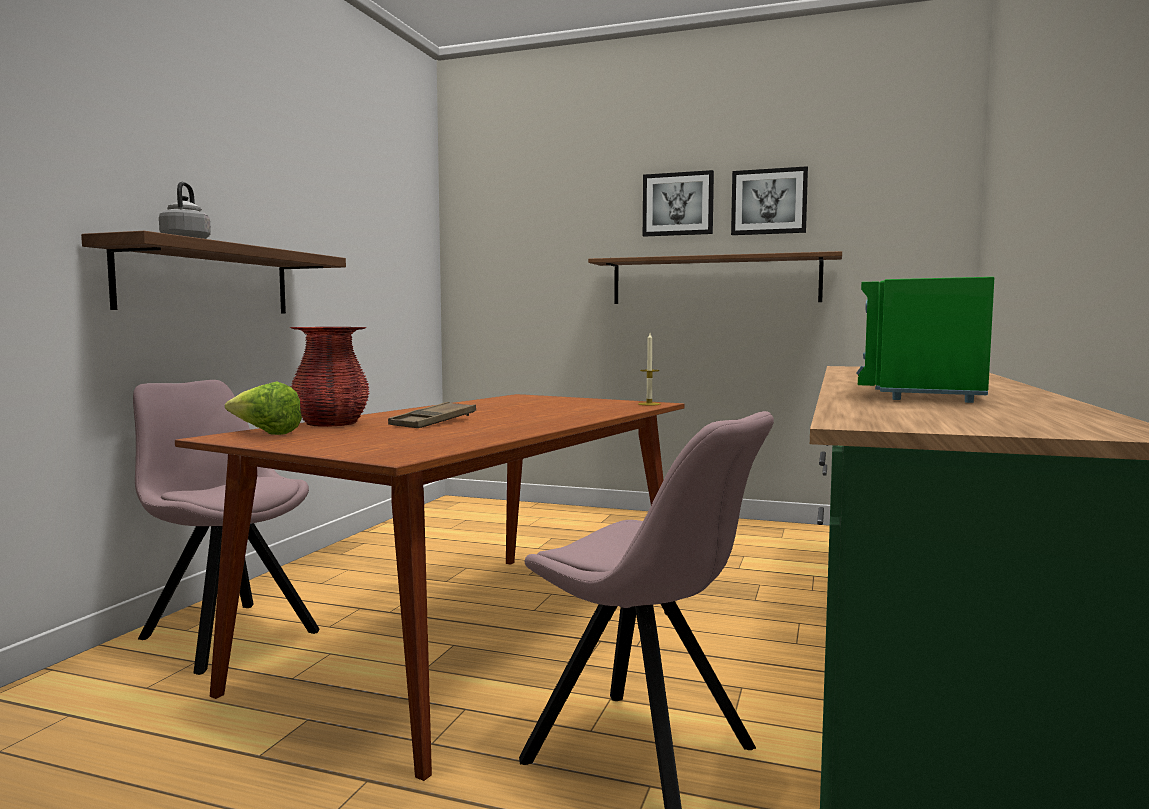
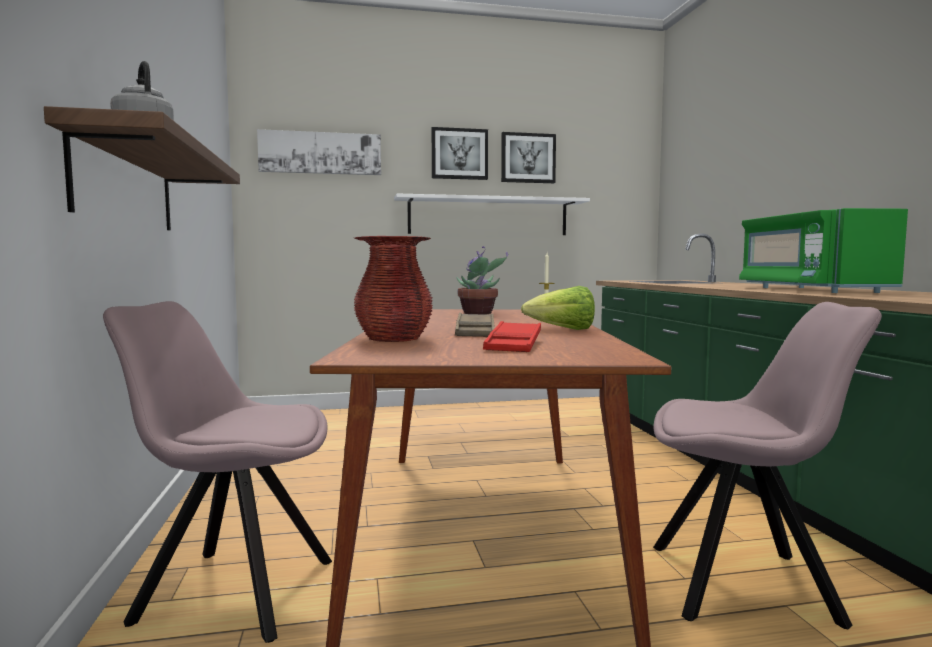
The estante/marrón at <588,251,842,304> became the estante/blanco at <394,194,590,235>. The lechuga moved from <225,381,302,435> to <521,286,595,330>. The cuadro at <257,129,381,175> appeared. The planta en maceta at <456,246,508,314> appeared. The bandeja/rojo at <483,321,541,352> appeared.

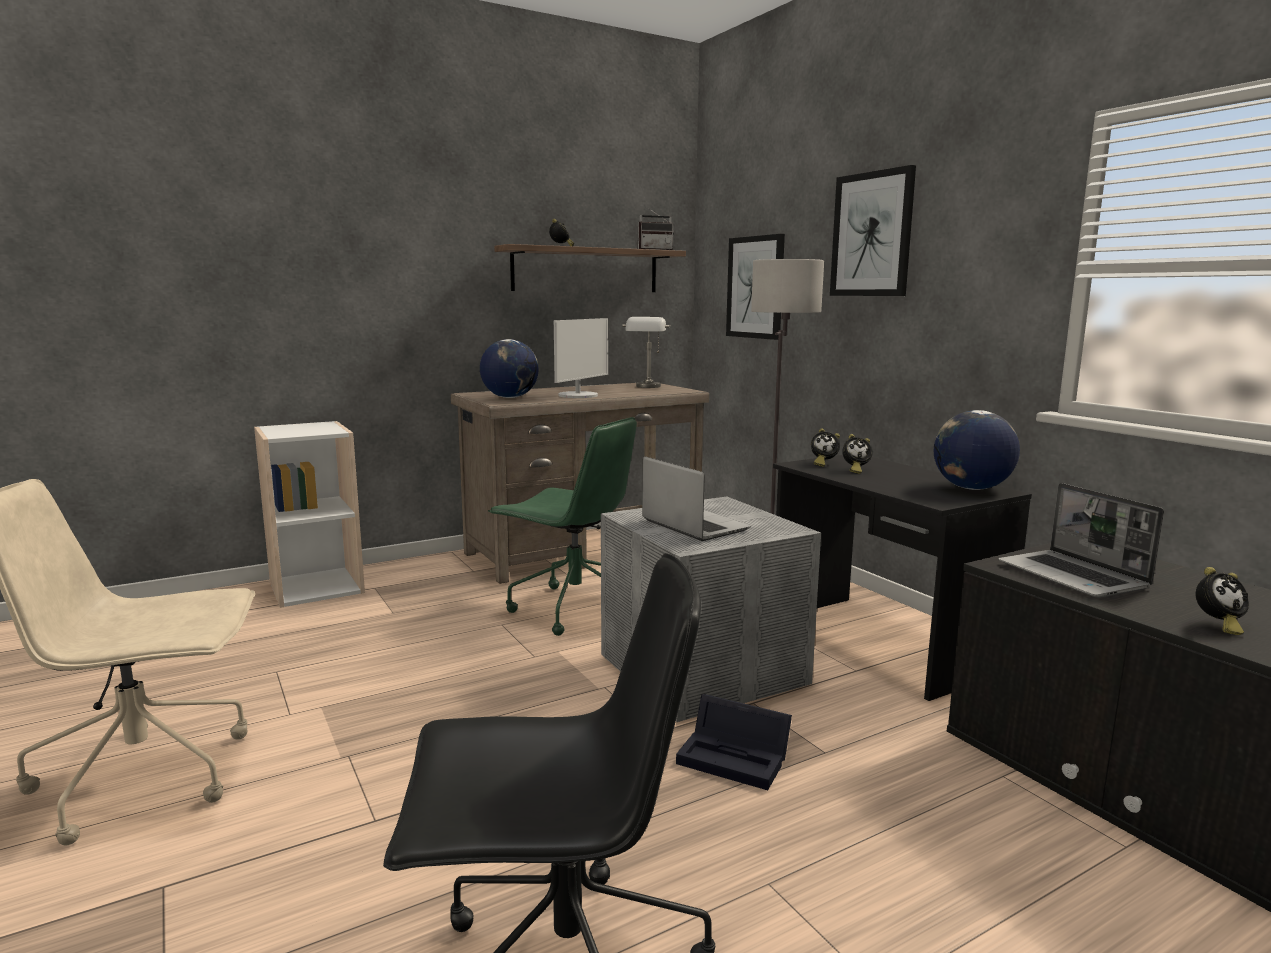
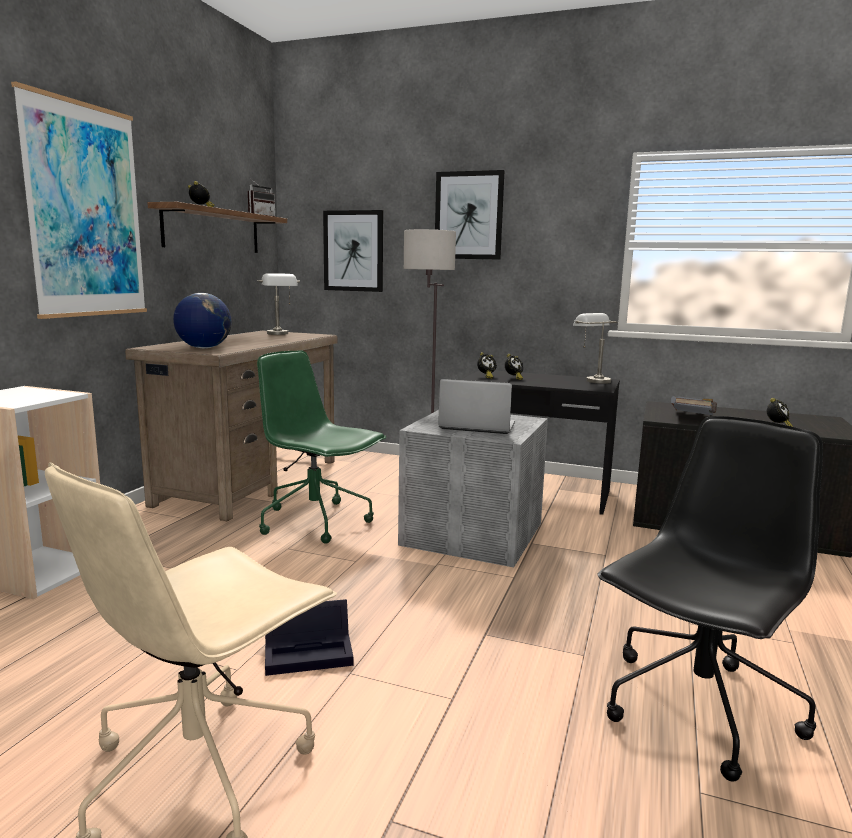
The monitor at <554,318,608,398> disappeared. The globo terráqueo at <934,410,1020,490> was replaced by the lámpara de mesa/gris at <573,313,618,384>. The silla de oficina/verde at <488,417,637,636> turned 135 degrees counterclockwise. The portátil at <999,483,1164,598> was replaced by the libro/gris at <671,396,717,415>. The caja de almacenaje/negro moved from <676,694,792,790> to <265,599,353,676>. The cuadro at <11,81,147,319> appeared.

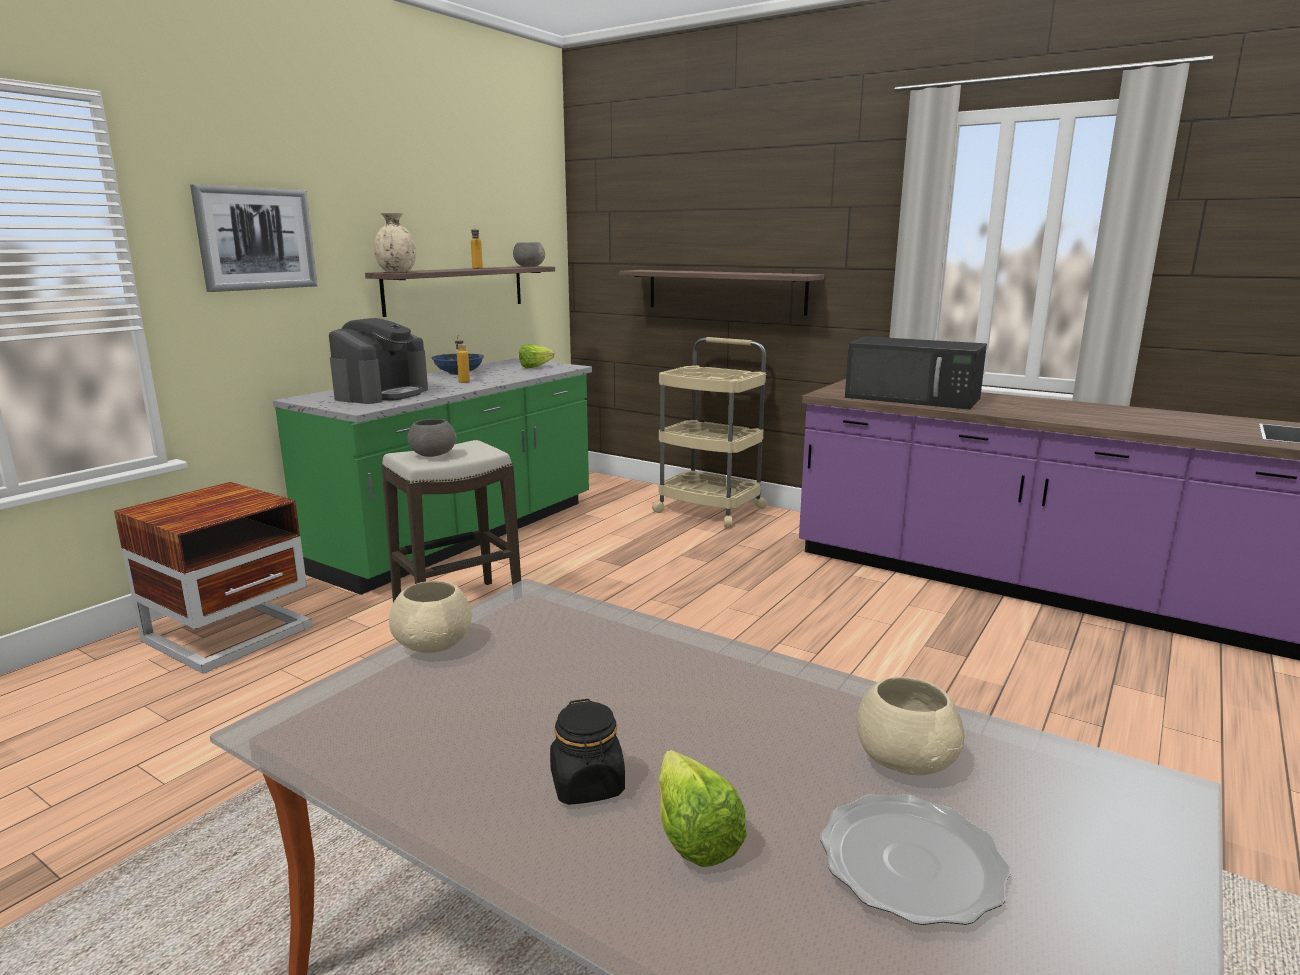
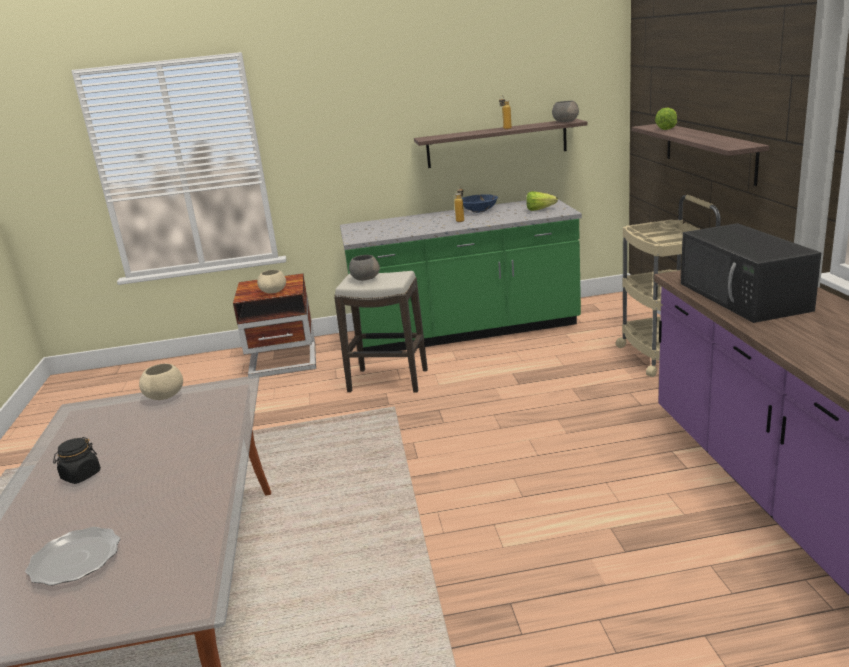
The cuadro at <190,184,318,292> disappeared. The florero/beis at <374,213,416,272> disappeared. The cafetera at <329,318,428,404> disappeared. The cuenco/beis moved from <856,677,964,775> to <257,270,286,294>. The lechuga moved from <659,750,747,867> to <655,108,677,130>.

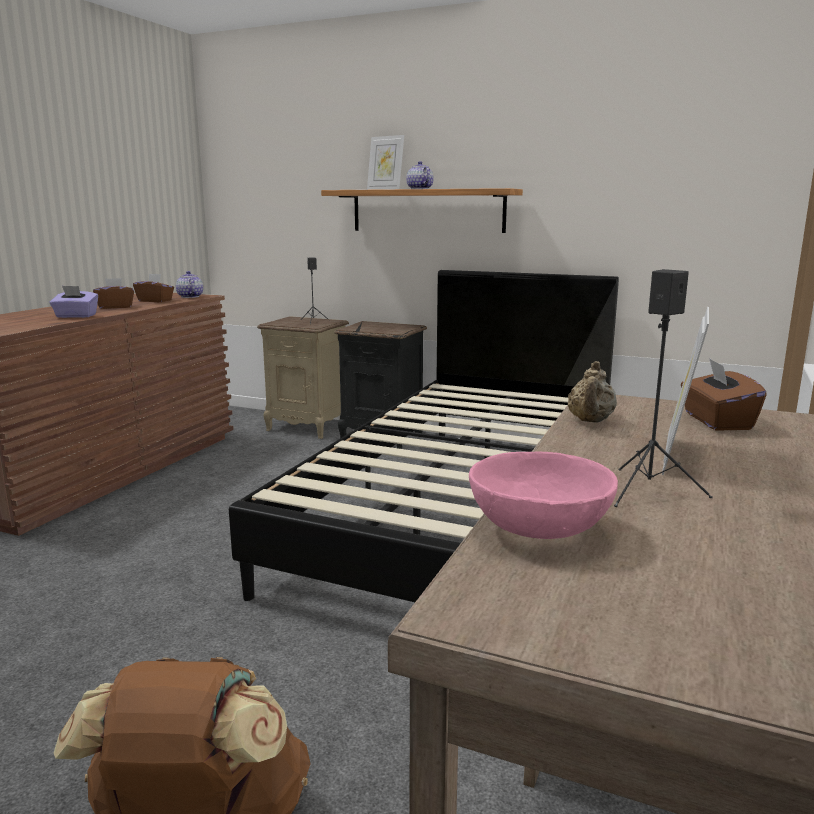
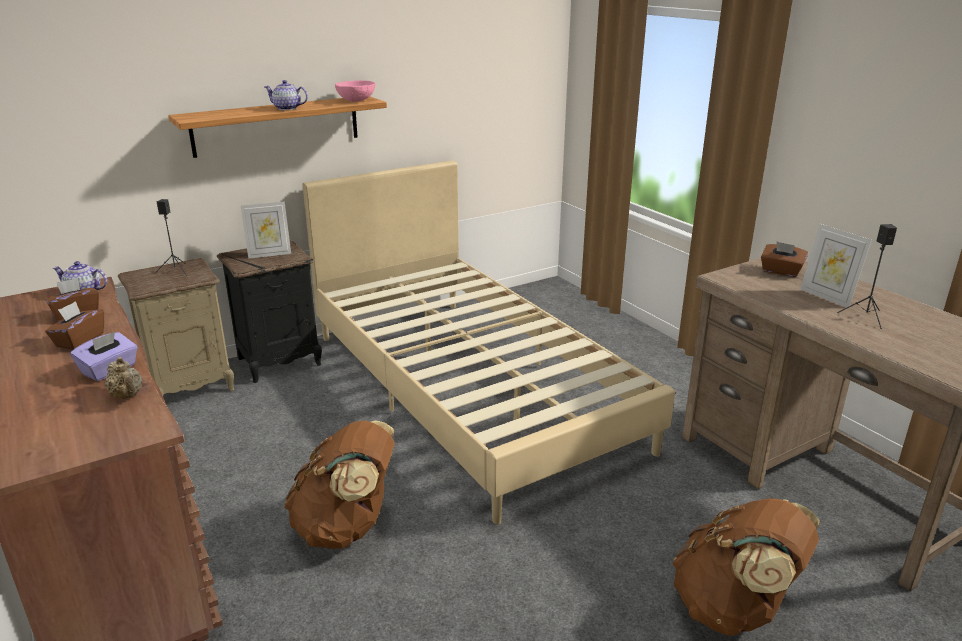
The portarretratos moved from <367,135,404,190> to <241,201,291,259>. The cama/negro at <229,270,619,602> became the cama/beis at <303,160,675,525>. The tetera/beis moved from <568,361,617,423> to <105,357,142,399>. The cuenco/rosa moved from <469,452,618,539> to <335,80,376,102>. The mochila/marrón at <284,420,395,549> appeared.

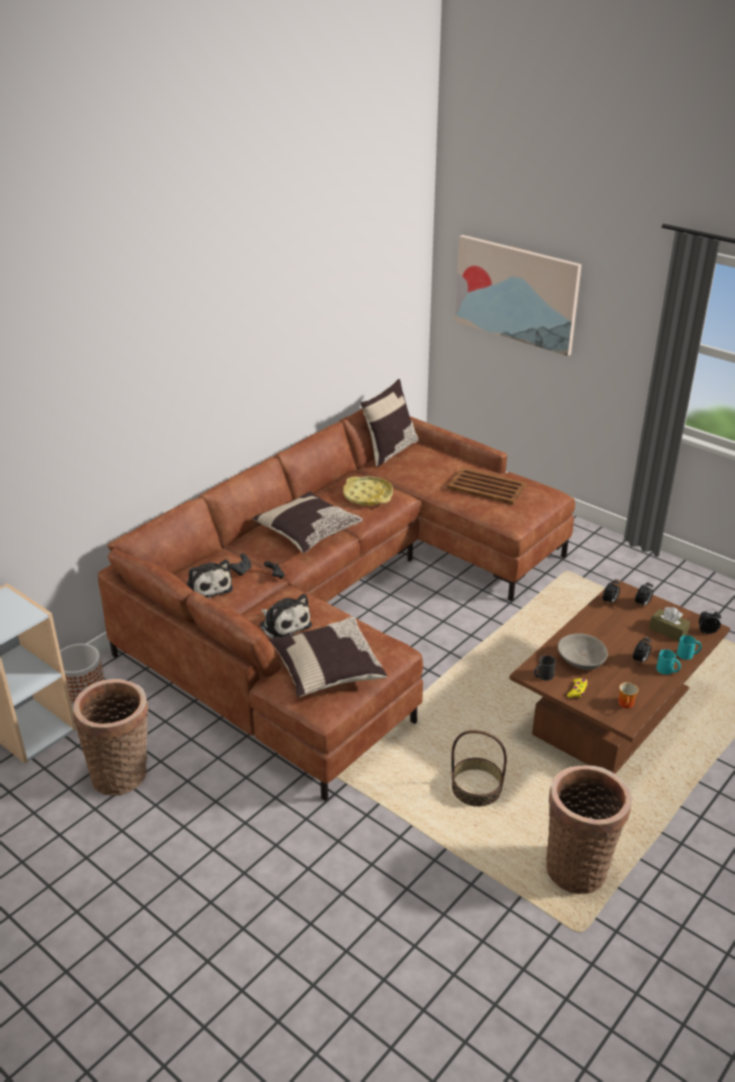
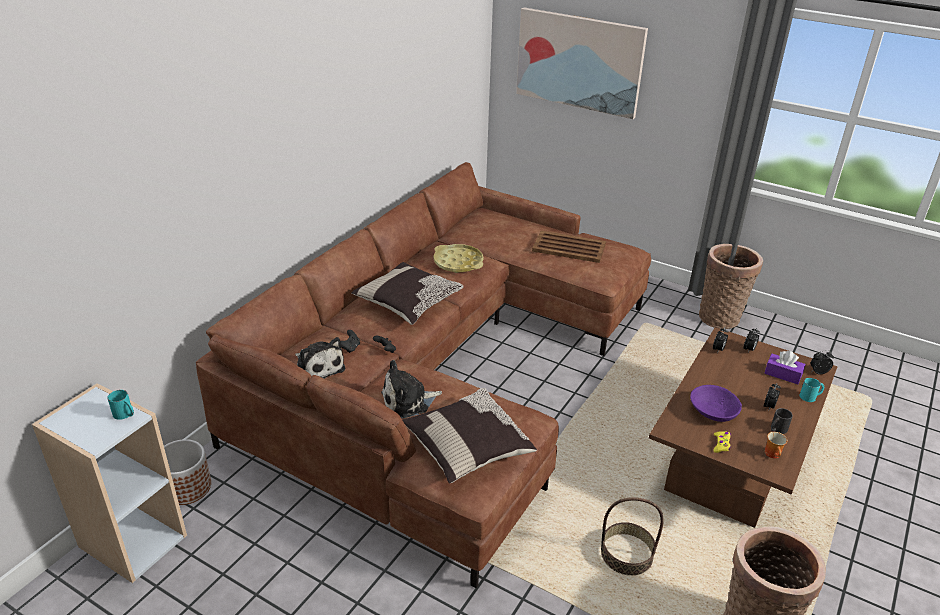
The cojín at <361,379,418,467> disappeared. The peluche at <260,594,312,638> turned 120 degrees clockwise. The caja de pañuelos/marrón at <649,607,690,641> became the caja de pañuelos/morado at <764,351,805,384>. The cuenco/gris at <558,633,608,670> became the cuenco/morado at <690,385,742,422>. The taza grande/turquesa moved from <656,649,681,675> to <107,390,134,420>. The taza grande/negro moved from <534,655,556,681> to <771,408,793,434>. The cesta moved from <73,679,149,796> to <699,244,763,329>.

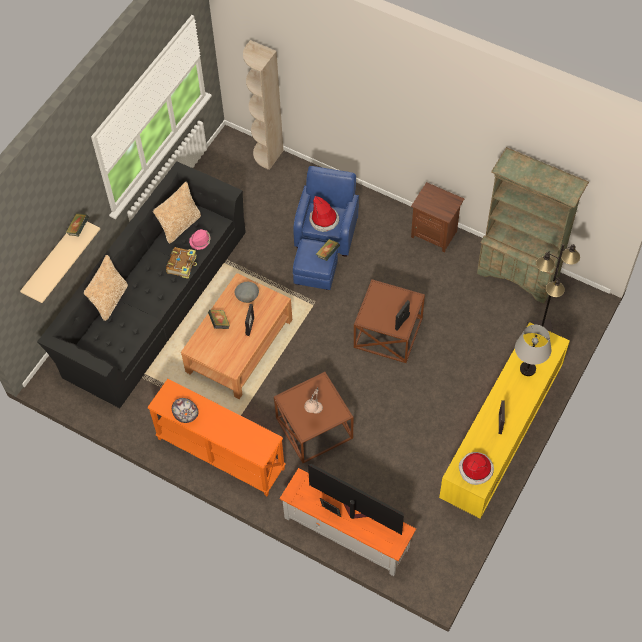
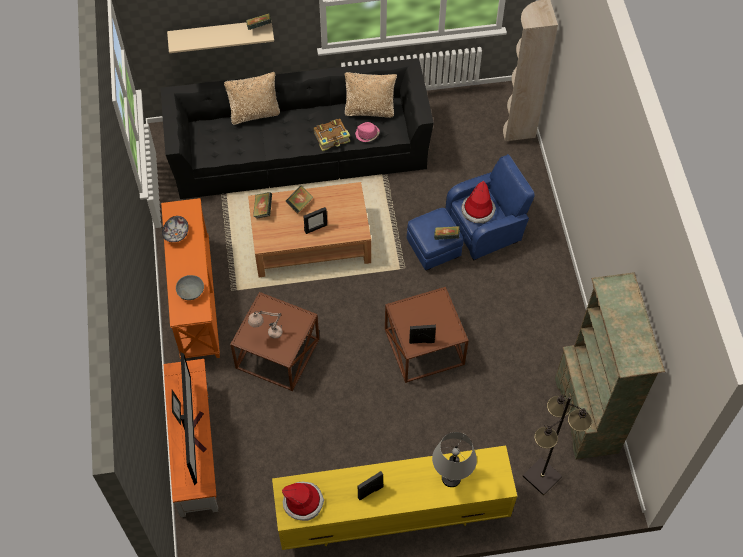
The mesita de noche/marrón at <411,182,464,253> disappeared. The cuenco/gris moved from <235,282,259,303> to <176,275,204,300>. The libro at <253,192,272,219> appeared.

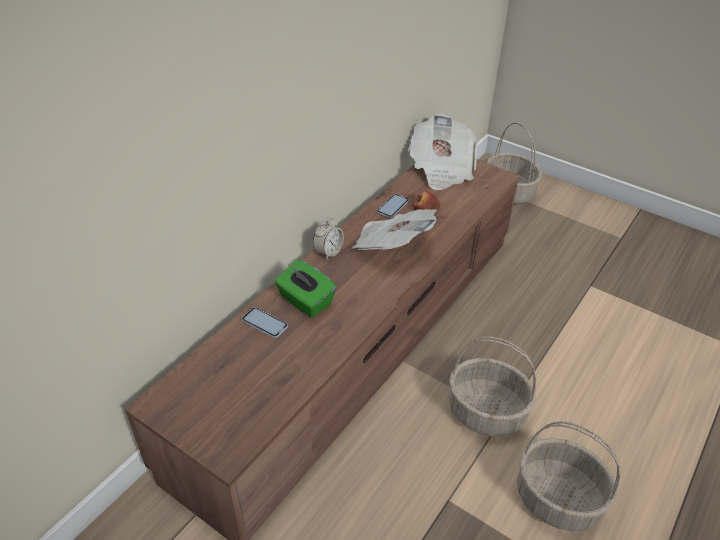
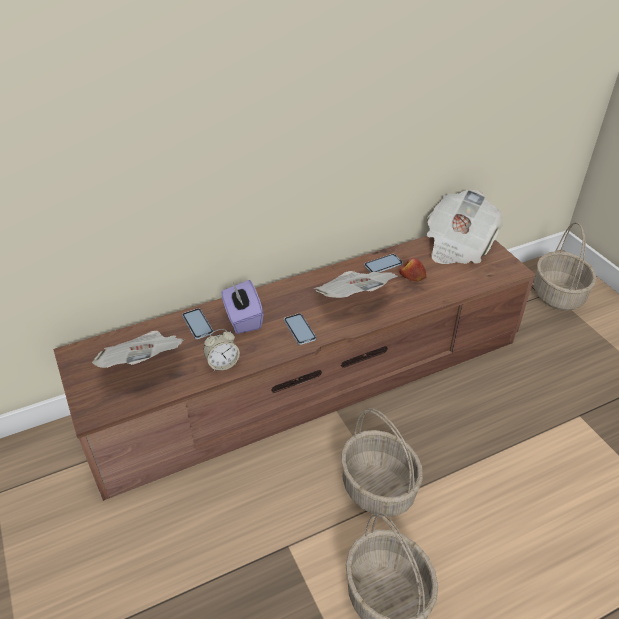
The despertador moved from <313,217,344,260> to <203,329,240,371>. The caja de pañuelos/verde at <274,260,336,318> became the caja de pañuelos/morado at <221,280,264,334>. The móvil at <284,313,316,345> appeared. The periódico at <92,331,185,368> appeared.

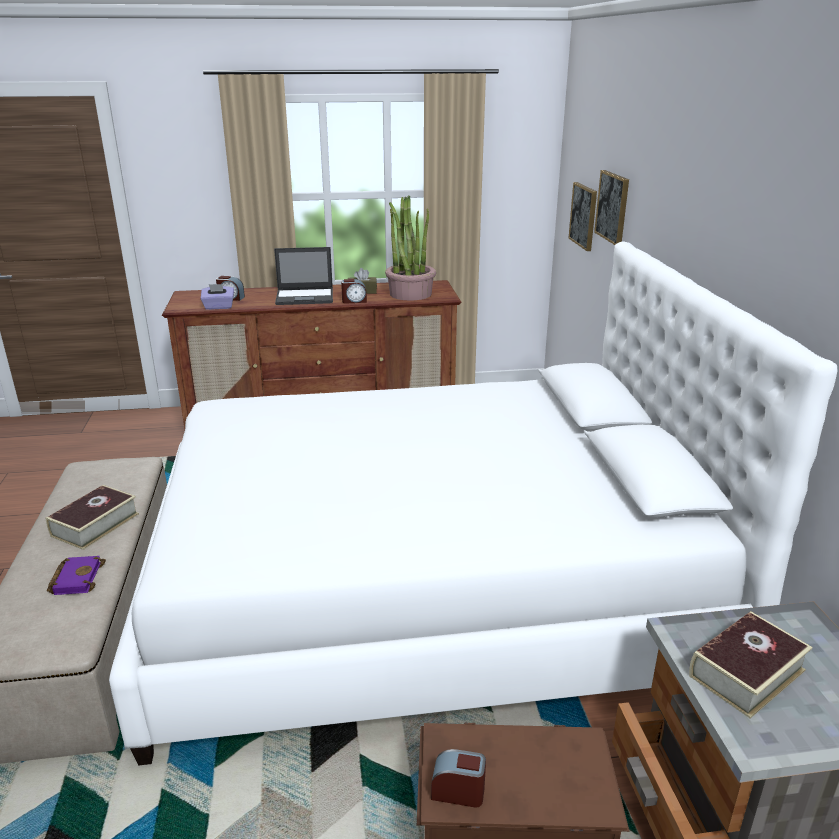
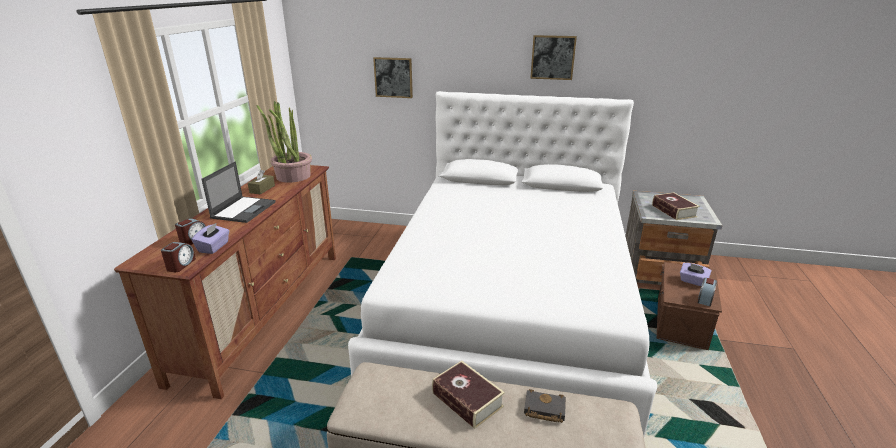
The cuadro moved from <569,182,597,251> to <530,35,577,80>. The despertador moved from <341,279,367,304> to <161,242,196,272>. The libro/morado at <47,556,106,595> became the libro/negro at <524,389,566,423>. The caja de pañuelos/morado at <680,263,712,286> appeared.

